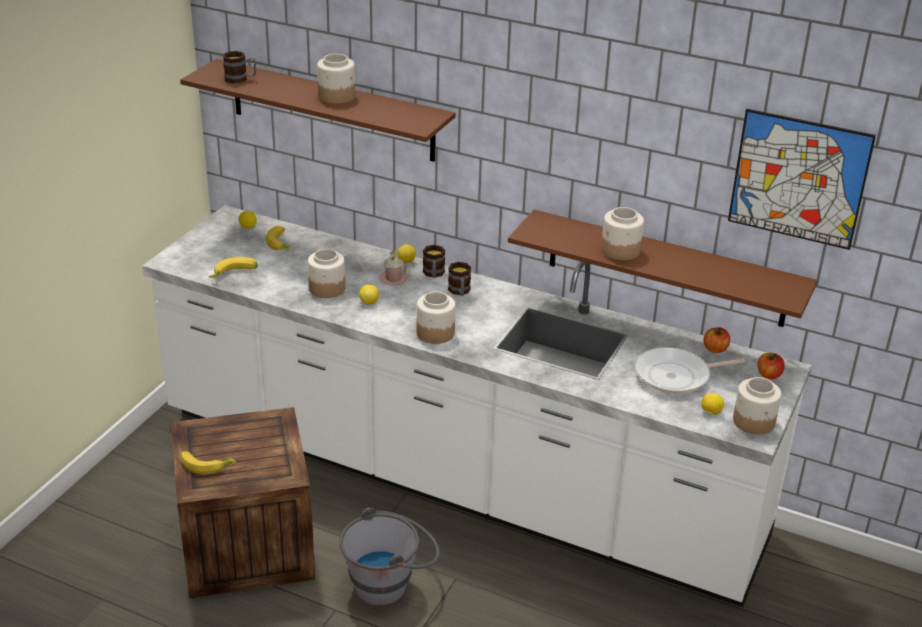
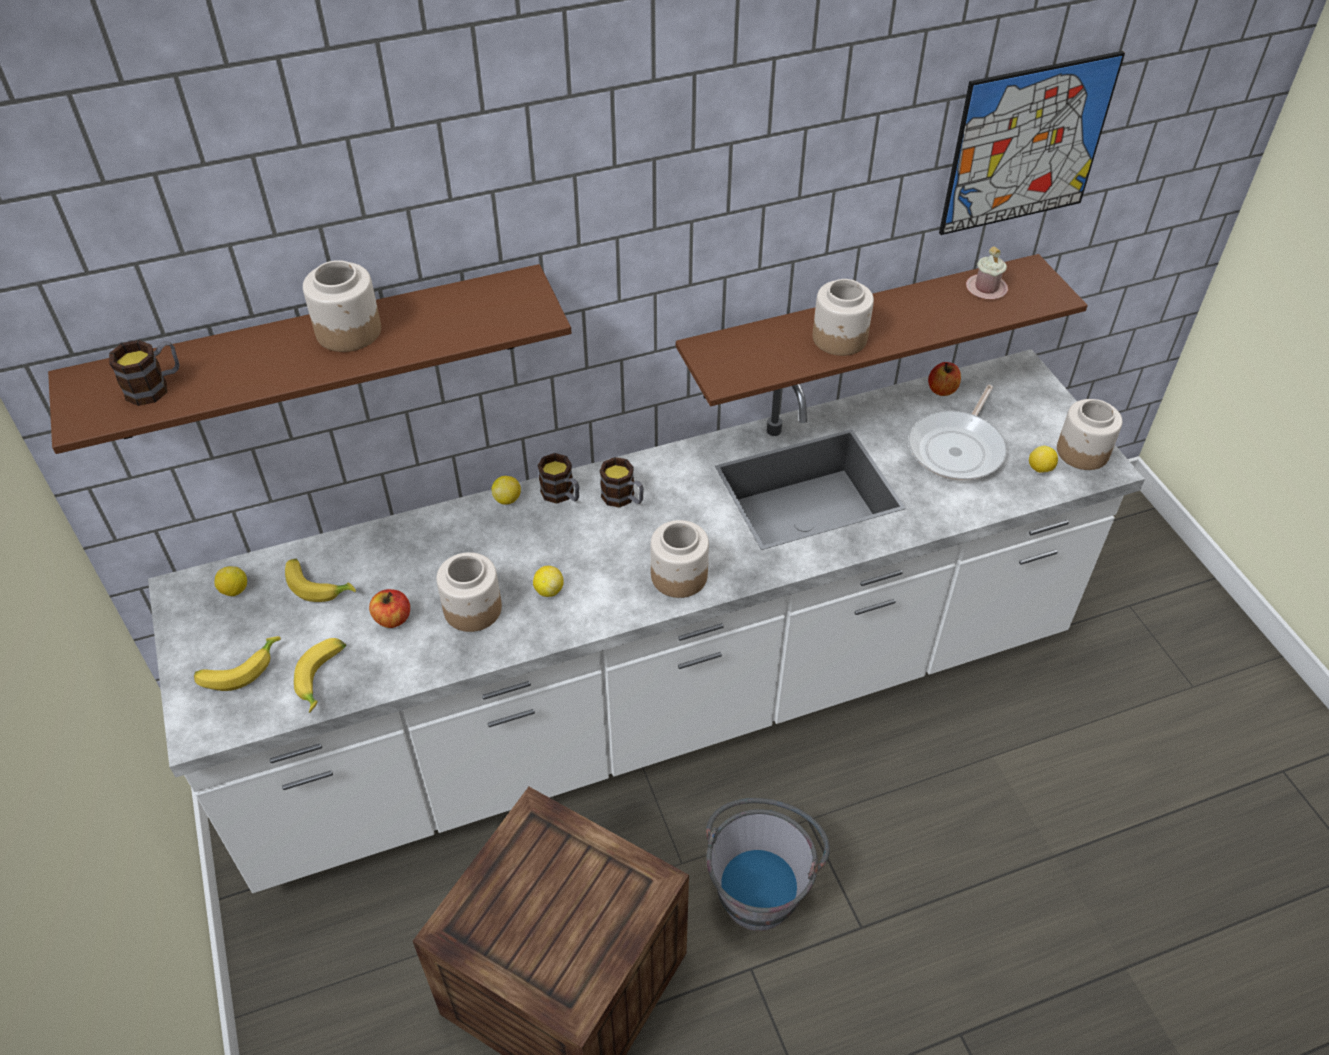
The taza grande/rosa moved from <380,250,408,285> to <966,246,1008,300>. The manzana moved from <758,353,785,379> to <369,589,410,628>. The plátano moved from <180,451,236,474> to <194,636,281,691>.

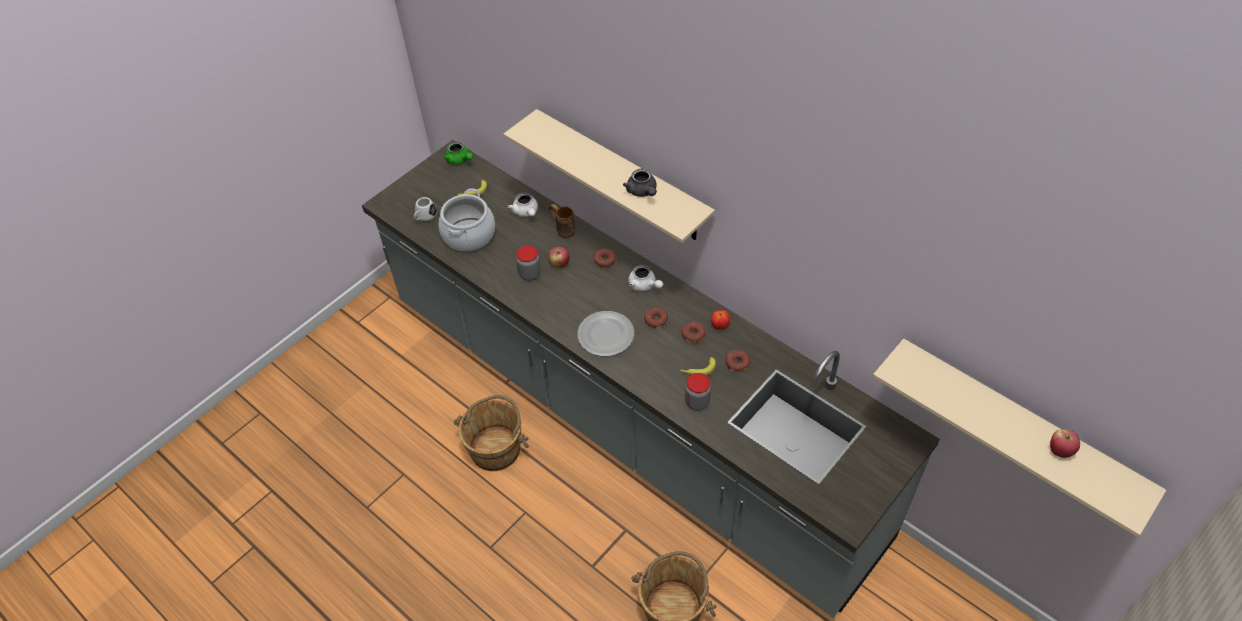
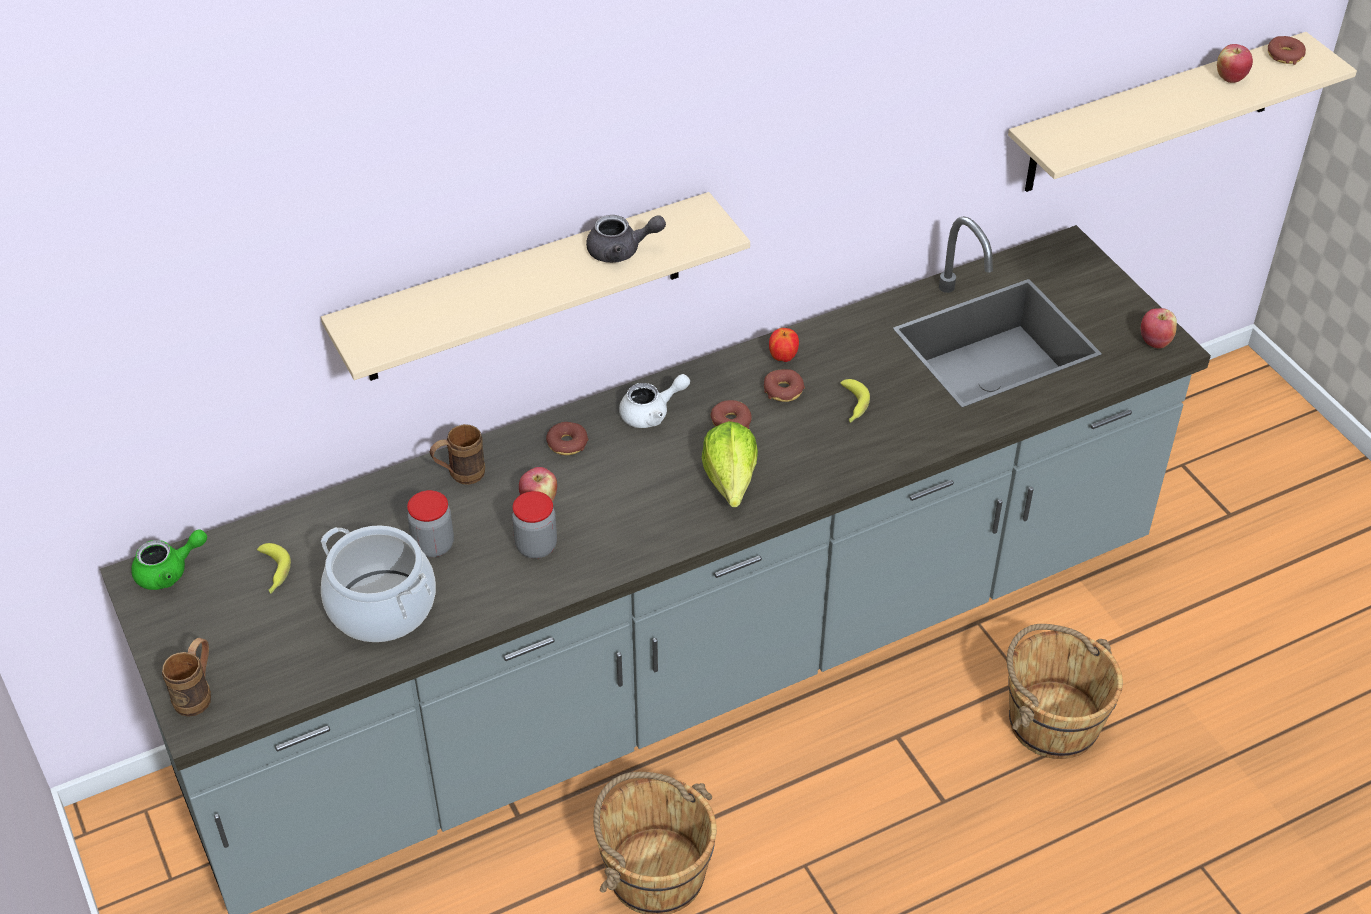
The tetera/blanco at <508,192,538,217> disappeared. The taza grande/blanco at <414,197,437,221> disappeared. The plato at <577,311,634,356> was replaced by the lechuga at <702,421,758,507>. The rosquilla moved from <726,350,751,372> to <1268,36,1306,65>. The tarro moved from <685,373,711,411> to <407,490,454,557>. The manzana at <1141,308,1177,349> appeared. The taza grande/marrón at <162,638,211,717> appeared.

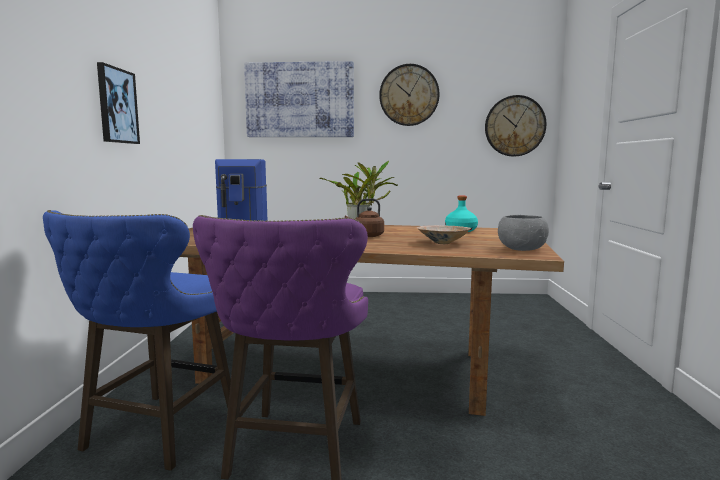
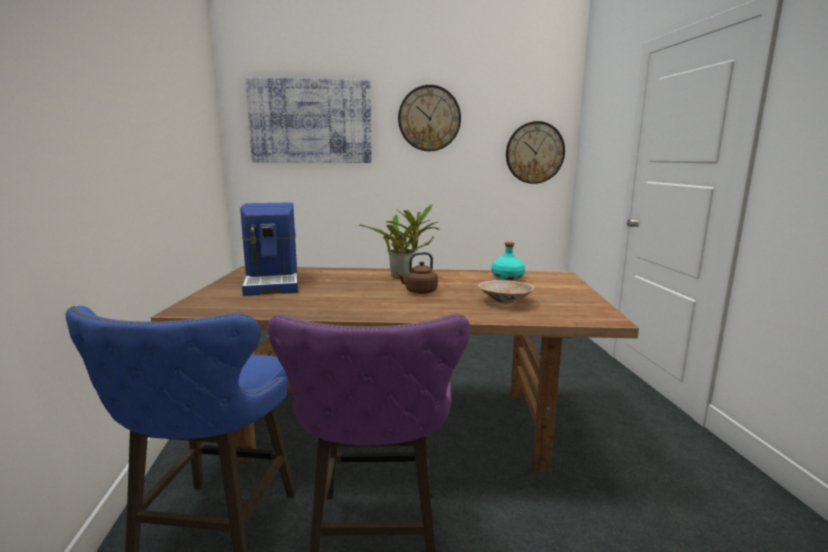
The cuadro at <97,62,140,144> disappeared. The cuenco/gris at <498,215,549,251> disappeared.

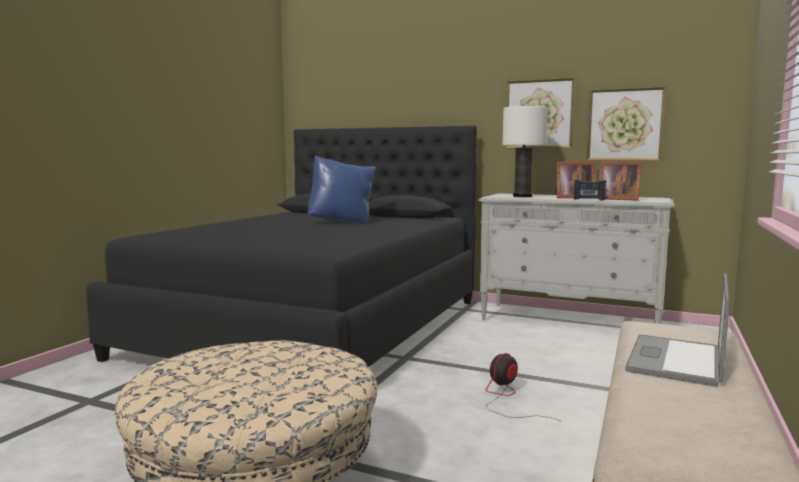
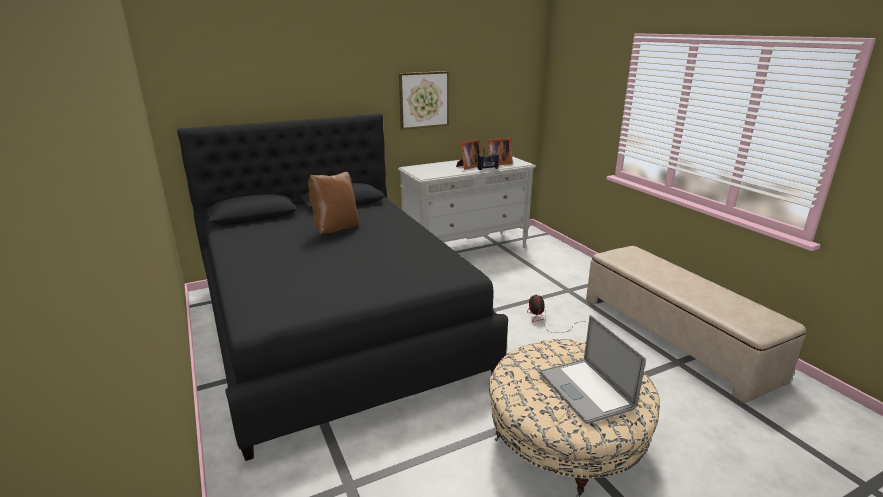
The cuadro at <586,87,666,161> disappeared. The lámpara de mesa/blanco at <502,106,548,197> disappeared. The cojín/azul at <308,156,375,223> became the cojín/marrón at <309,172,359,234>. The portátil moved from <625,273,730,386> to <539,315,646,424>.

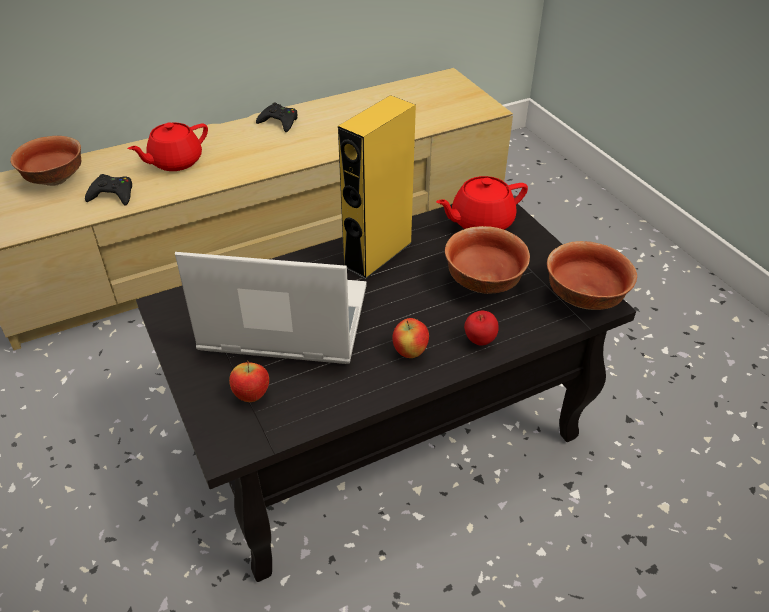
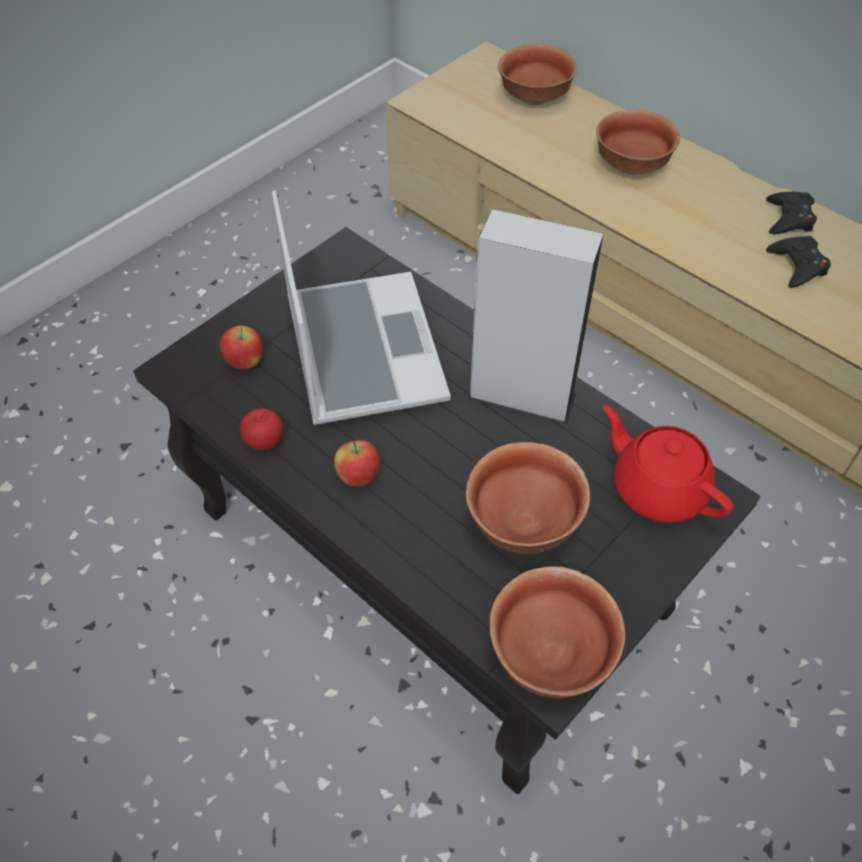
The altavoz/amarillo at <338,95,416,280> became the altavoz/gris at <468,209,604,424>. The tetera/rojo at <128,122,208,171> was replaced by the cuenco at <596,110,680,175>. The mando de consola/negro moved from <85,174,132,205> to <766,236,831,288>. The manzana moved from <464,311,499,346> to <240,408,283,451>.

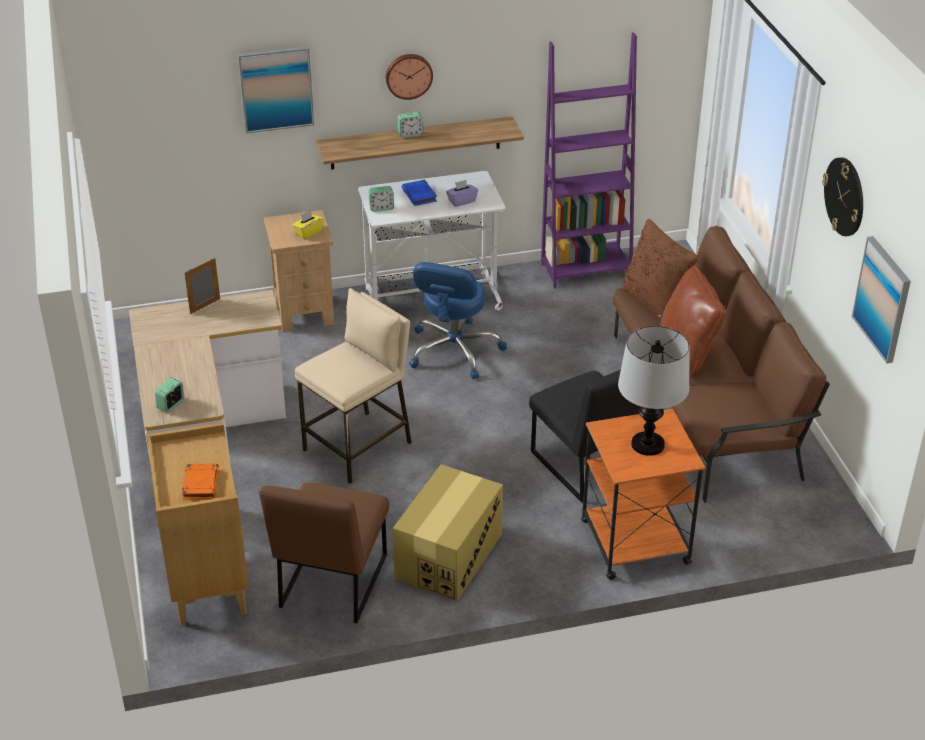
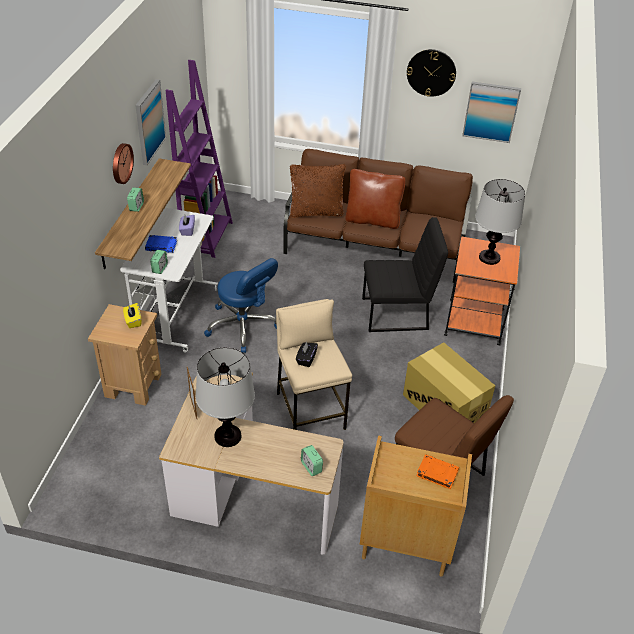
The cuadro moved from <238,46,314,133> to <135,79,166,165>. The caja de pañuelos/negro at <296,341,318,367> appeared. The lámpara de mesa at <196,347,255,447> appeared.

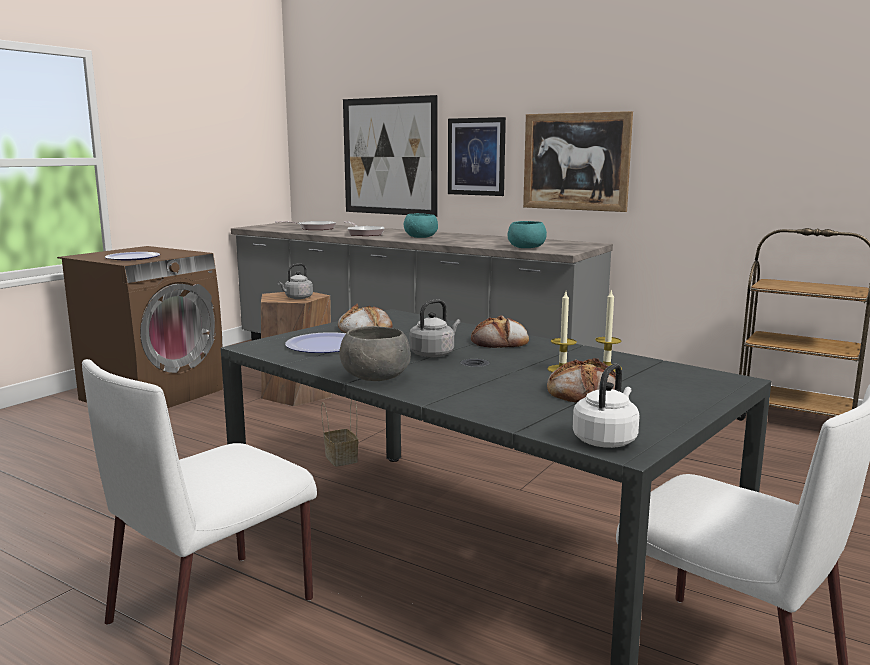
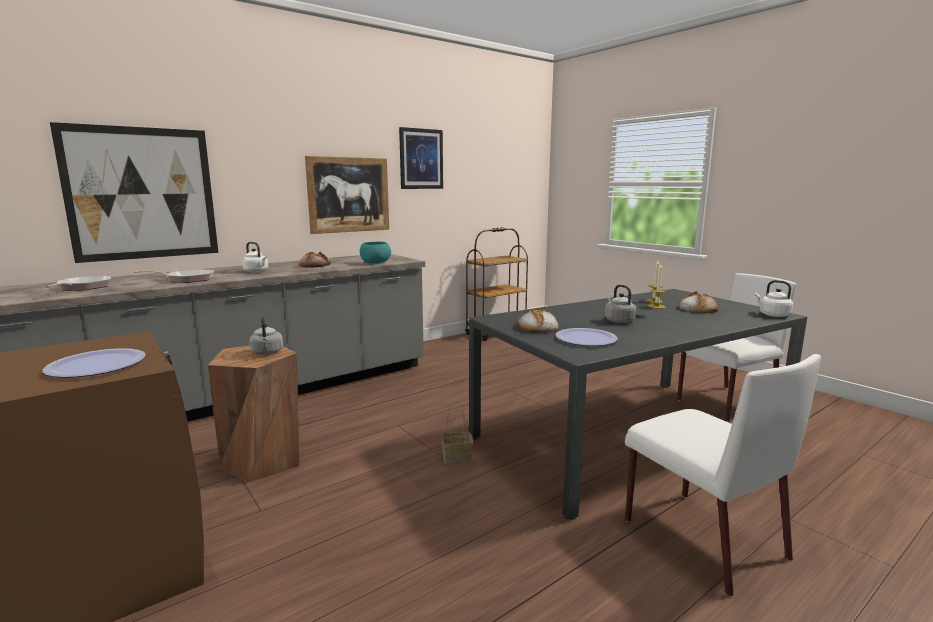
The cuadro moved from <448,117,506,196> to <399,127,443,189>. The cuenco/turquesa at <404,213,438,238> was replaced by the hervidor/blanco at <242,242,268,272>. The pan moved from <471,315,529,348> to <299,251,331,267>. The cuenco/gris at <339,326,411,381> disappeared.

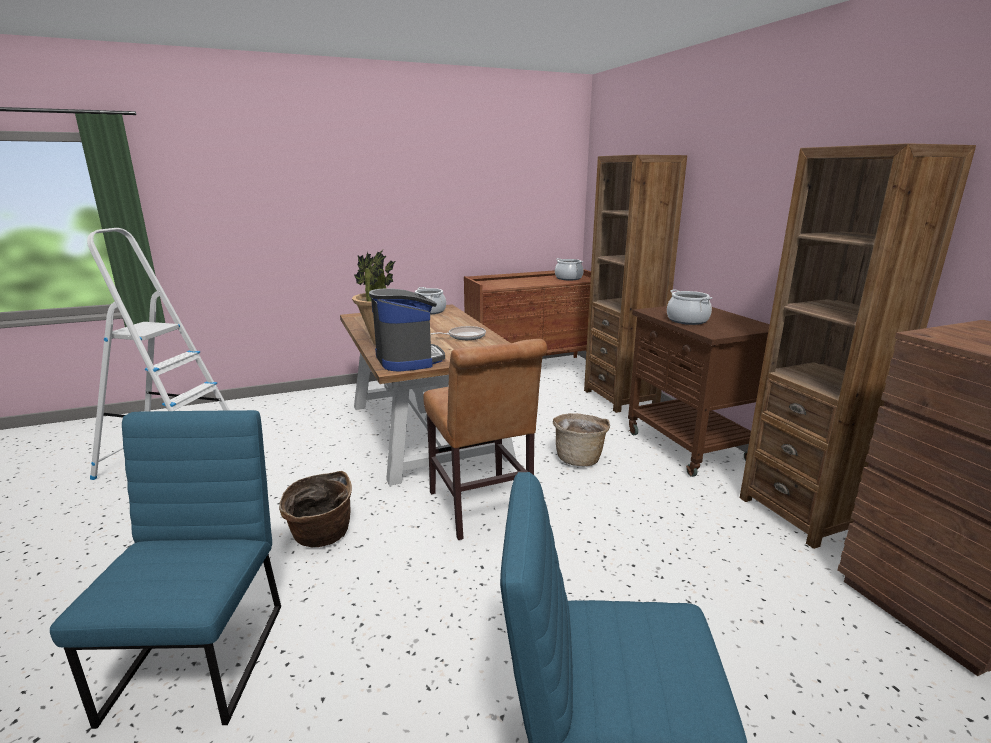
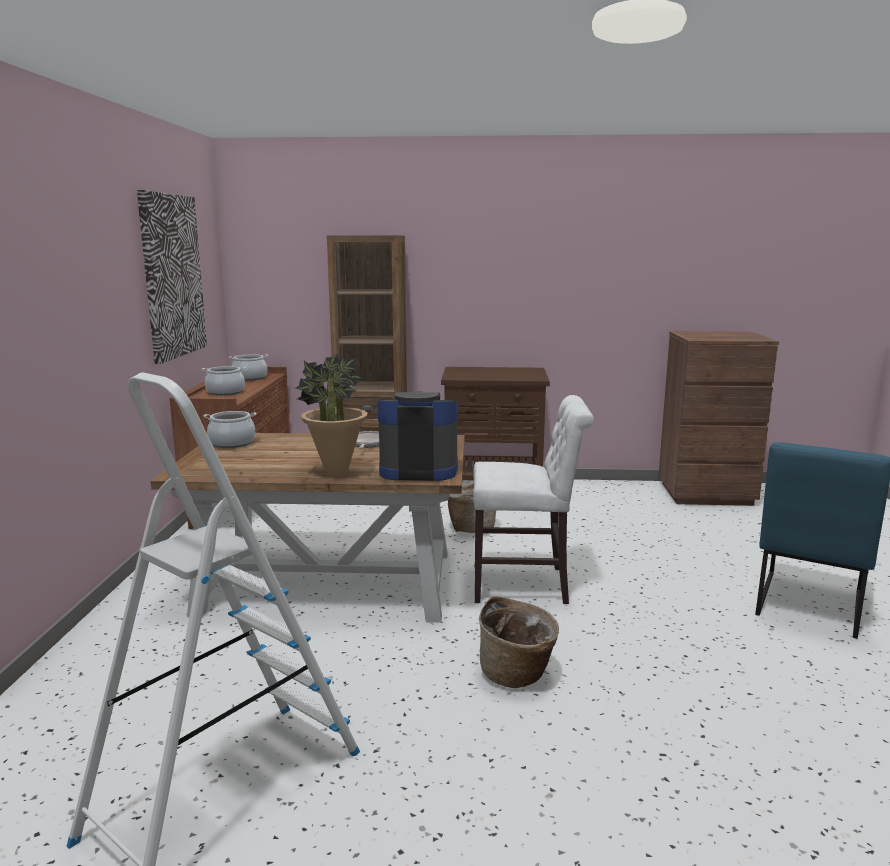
The estantería/marrón at <740,143,976,549> disappeared. The olla moved from <667,289,713,325> to <202,366,246,396>. The silla/marrón at <424,339,547,540> became the silla/blanco at <473,395,594,604>. The silla/azul at <50,410,281,729> disappeared. The cuadro at <137,190,207,364> appeared.

